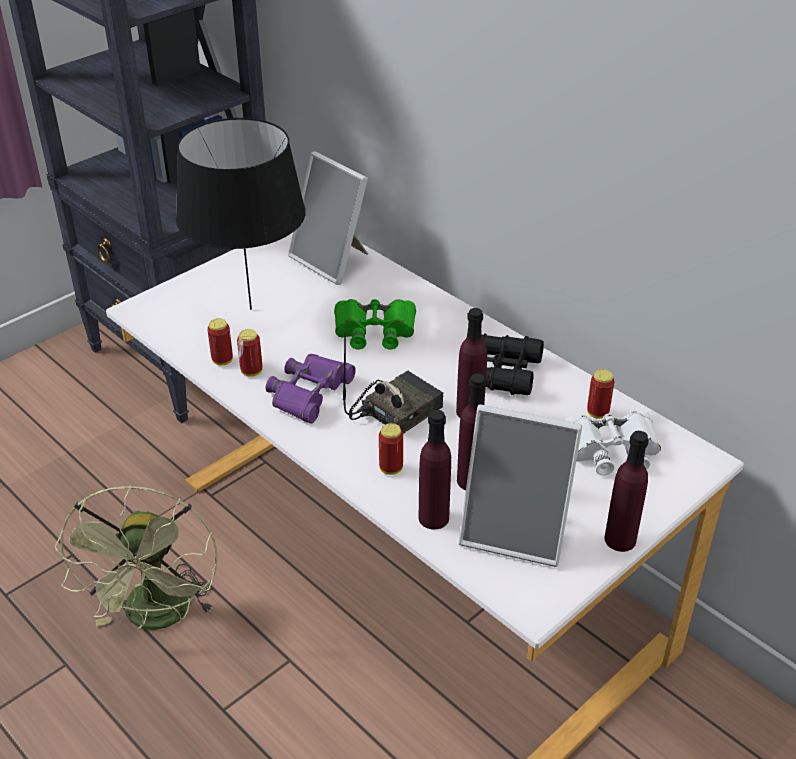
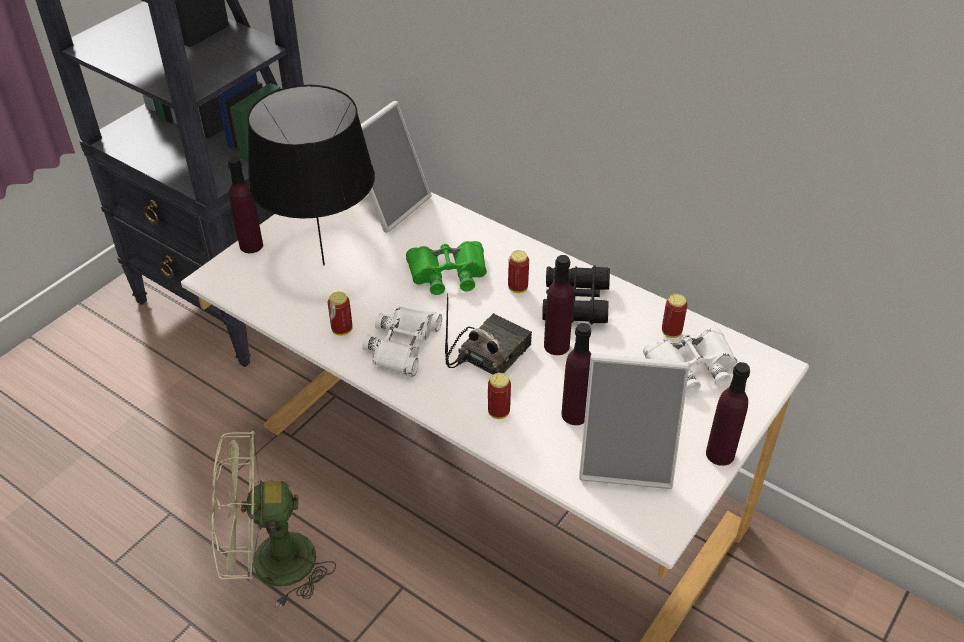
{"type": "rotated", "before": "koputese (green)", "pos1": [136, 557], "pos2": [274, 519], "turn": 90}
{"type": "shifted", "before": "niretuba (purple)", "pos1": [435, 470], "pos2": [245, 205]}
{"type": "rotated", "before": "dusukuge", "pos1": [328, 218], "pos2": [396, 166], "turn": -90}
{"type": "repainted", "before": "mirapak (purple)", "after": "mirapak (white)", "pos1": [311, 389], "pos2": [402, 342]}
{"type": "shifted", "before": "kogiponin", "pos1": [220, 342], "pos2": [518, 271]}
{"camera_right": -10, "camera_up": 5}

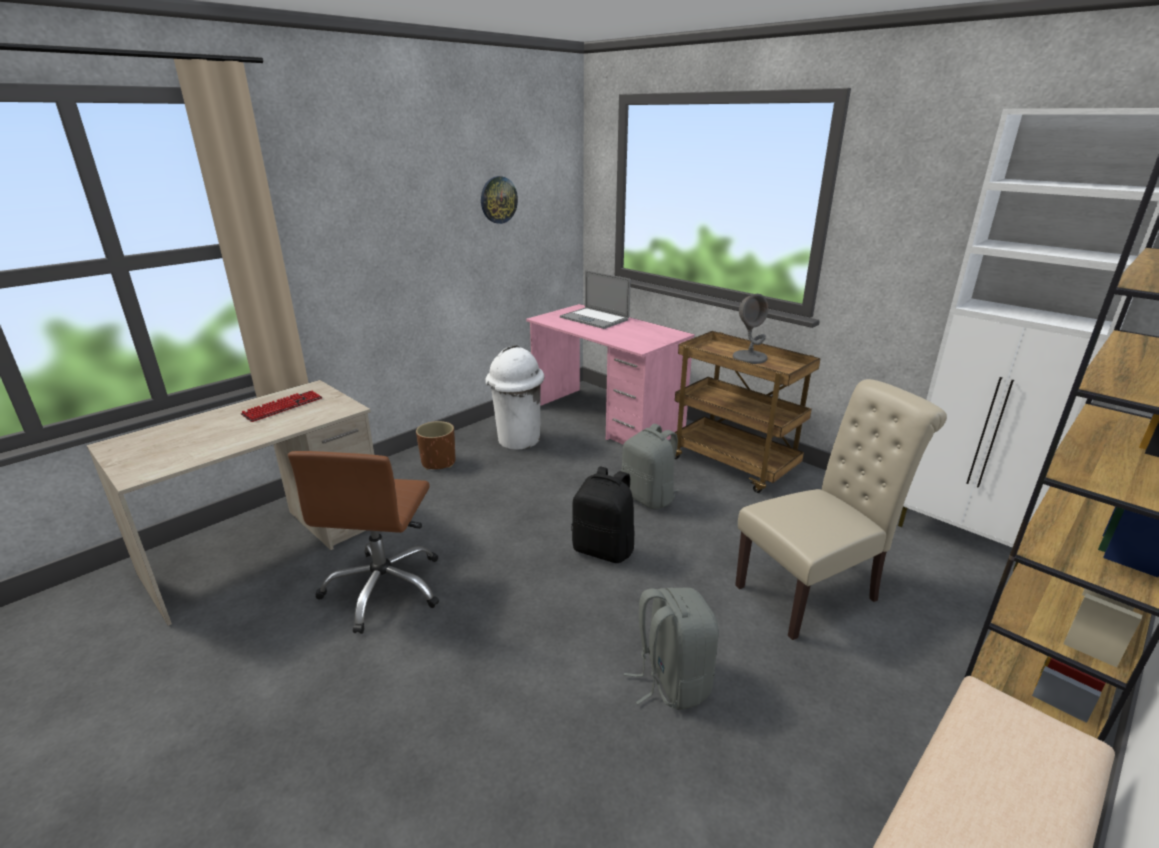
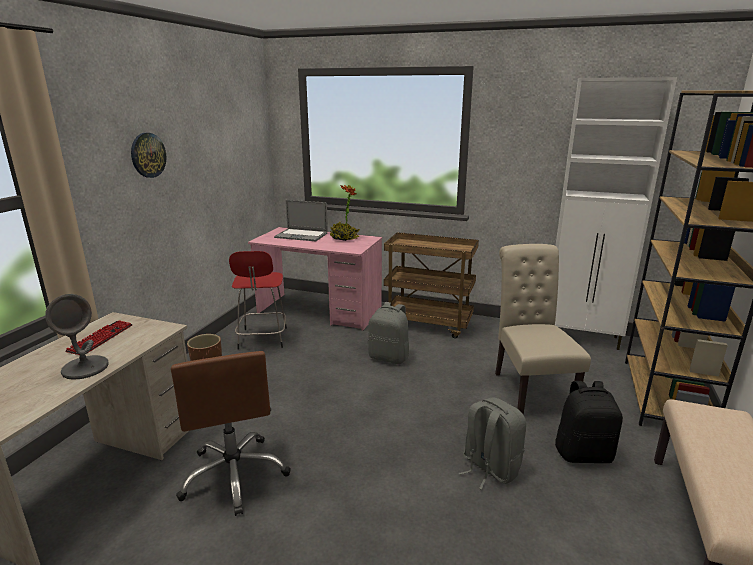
{"type": "shifted", "before": "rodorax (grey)", "pos1": [750, 329], "pos2": [77, 337]}
{"type": "shifted", "before": "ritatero", "pos1": [499, 200], "pos2": [149, 155]}
{"type": "swapped", "before": "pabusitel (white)", "after": "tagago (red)", "pos1": [514, 397], "pos2": [258, 300]}
{"type": "new", "after": "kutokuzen", "pos2": [345, 213]}
{"type": "rotated", "before": "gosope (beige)", "pos1": [841, 509], "pos2": [543, 329], "turn": -45}
{"type": "shifted", "before": "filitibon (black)", "pos1": [602, 515], "pos2": [589, 422]}
{"camera_right": -25, "camera_up": -5}

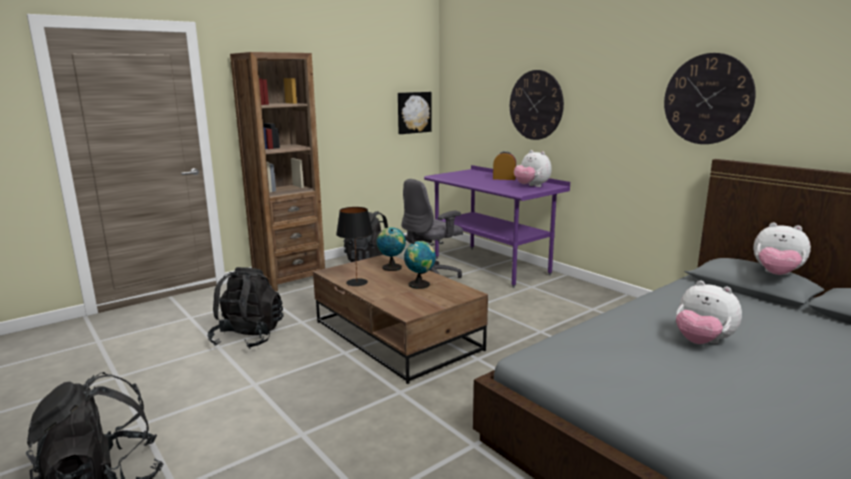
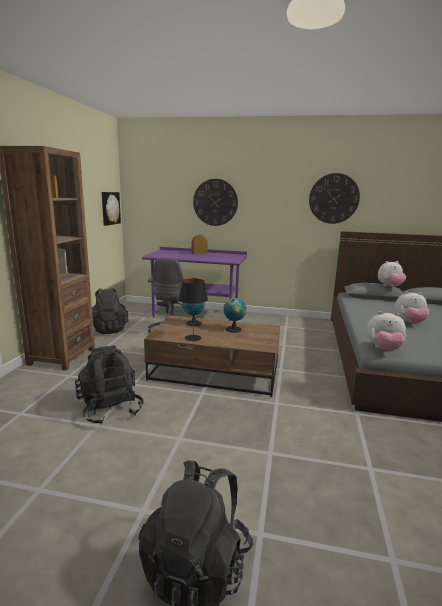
{"type": "shifted", "before": "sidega", "pos1": [533, 168], "pos2": [386, 331]}
{"camera_right": -40, "camera_up": 0}

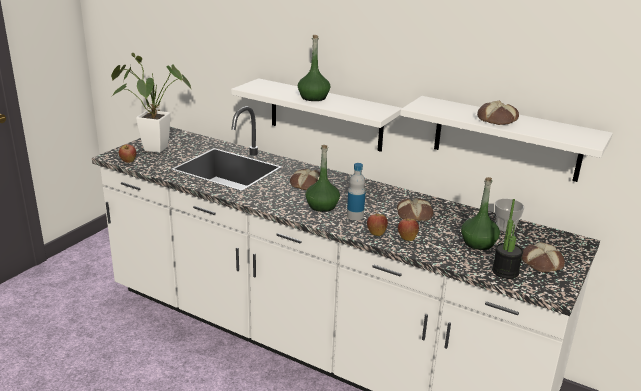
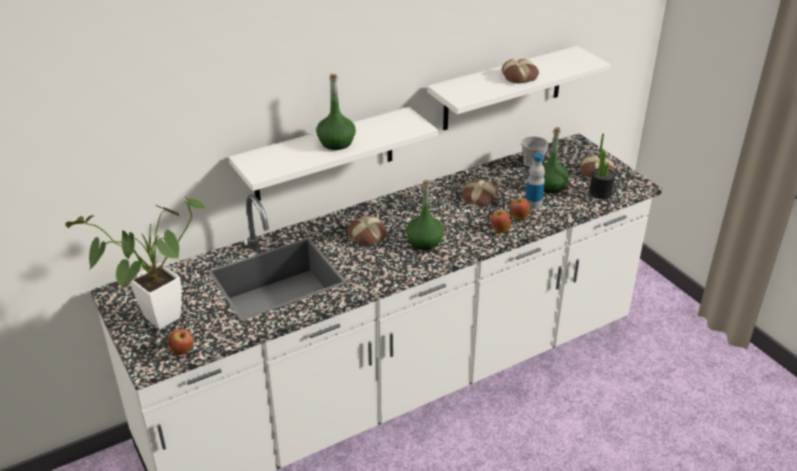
{"type": "shifted", "before": "niretuba", "pos1": [356, 191], "pos2": [535, 181]}
{"camera_right": -60, "camera_up": 10}

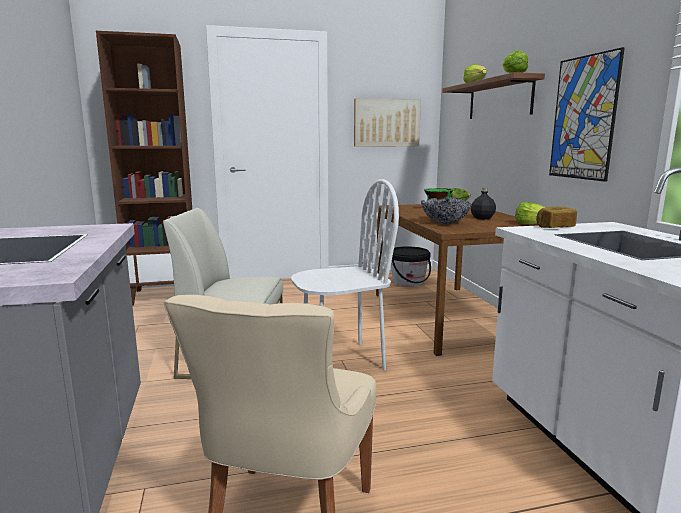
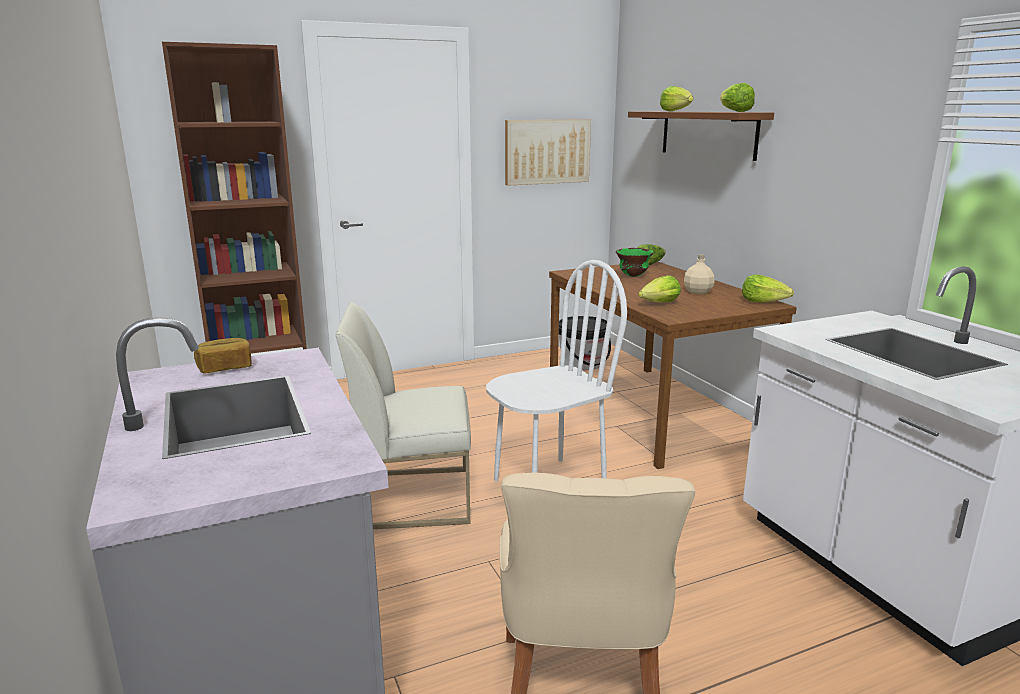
{"type": "shifted", "before": "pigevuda", "pos1": [556, 217], "pos2": [223, 356]}
{"type": "swapped", "before": "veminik", "after": "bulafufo", "pos1": [446, 210], "pos2": [659, 289]}
{"type": "repainted", "before": "niretuba (black)", "after": "niretuba (beige)", "pos1": [483, 203], "pos2": [699, 274]}
{"type": "gone", "before": "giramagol", "pos1": [587, 114]}
{"camera_right": -10, "camera_up": 5}

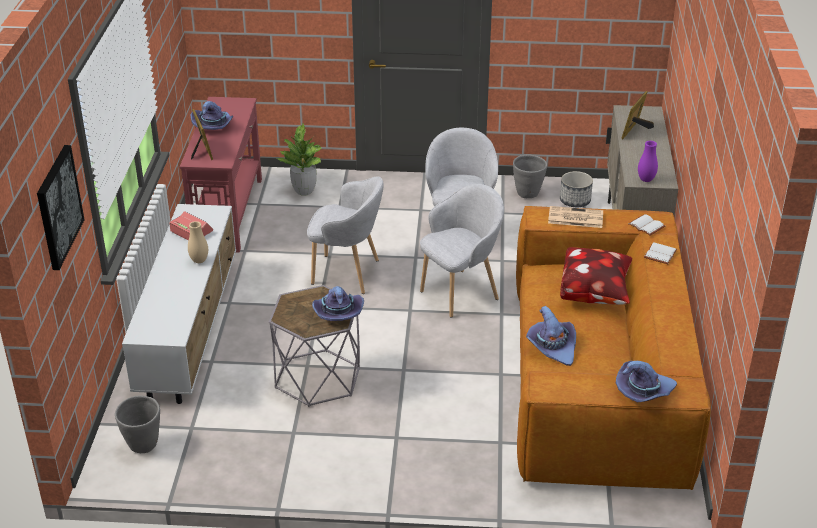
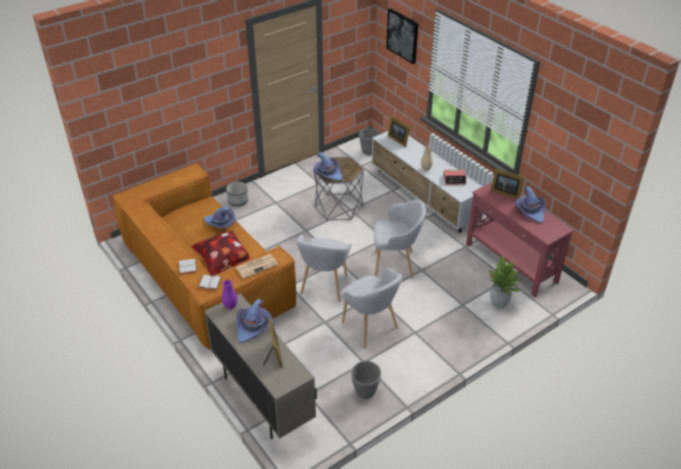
{"type": "shifted", "before": "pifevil", "pos1": [576, 189], "pos2": [237, 194]}
{"type": "shifted", "before": "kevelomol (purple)", "pos1": [646, 381], "pos2": [254, 321]}
{"type": "rotated", "before": "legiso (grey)", "pos1": [345, 235], "pos2": [400, 239], "turn": -150}
{"type": "new", "after": "dusukuge", "pos2": [399, 131]}
{"camera_right": 140, "camera_up": 5}

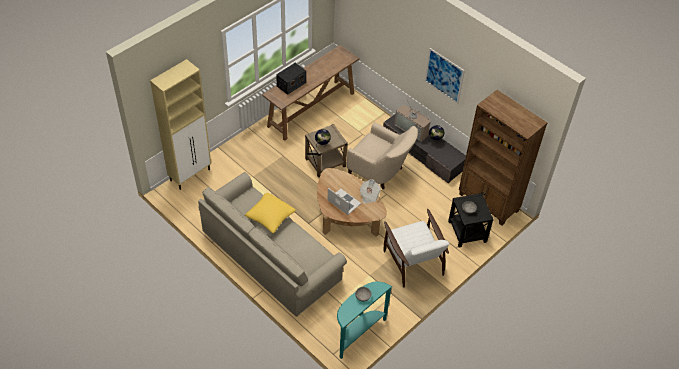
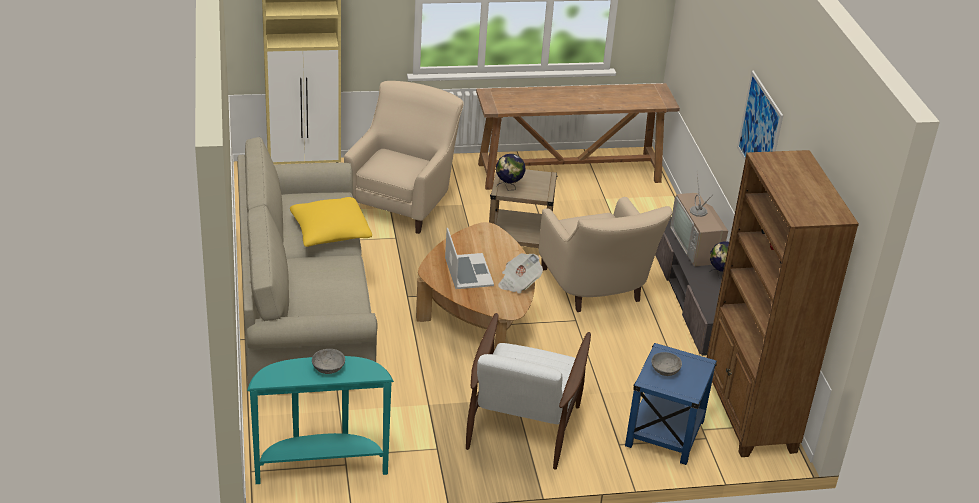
{"type": "new", "after": "legiso (beige)", "pos2": [404, 157]}
{"type": "repainted", "before": "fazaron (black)", "after": "fazaron (blue)", "pos1": [471, 220], "pos2": [671, 404]}
{"type": "gone", "before": "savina", "pos1": [291, 79]}
{"camera_right": 35, "camera_up": -15}

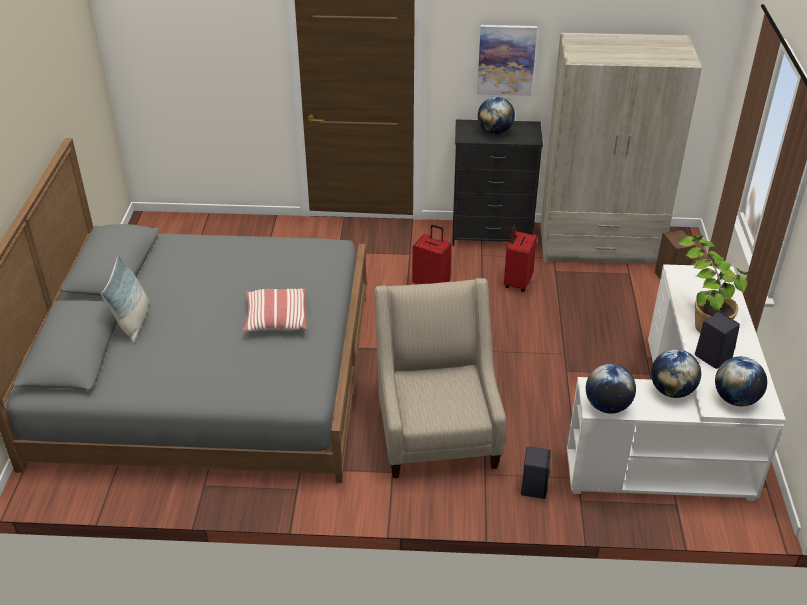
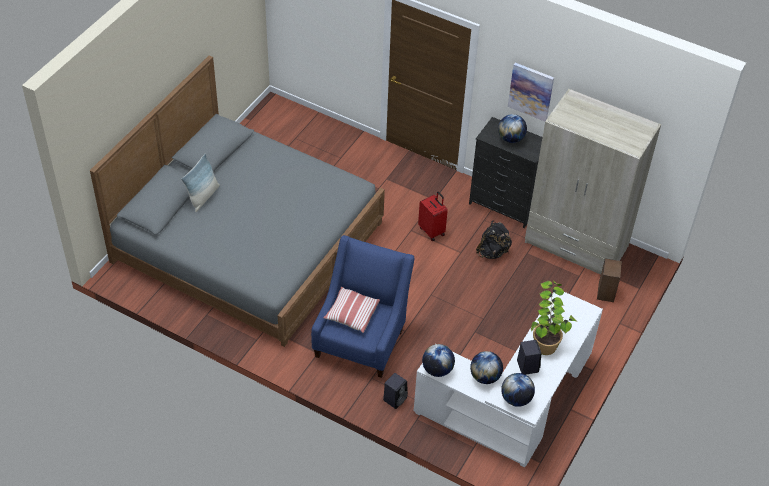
{"type": "repainted", "before": "legiso (beige)", "after": "legiso (blue)", "pos1": [440, 378], "pos2": [362, 306]}
{"type": "shifted", "before": "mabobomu", "pos1": [274, 310], "pos2": [351, 310]}
{"type": "swapped", "before": "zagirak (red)", "after": "filitibon (black)", "pos1": [520, 258], "pos2": [494, 239]}
{"camera_right": 25, "camera_up": 10}

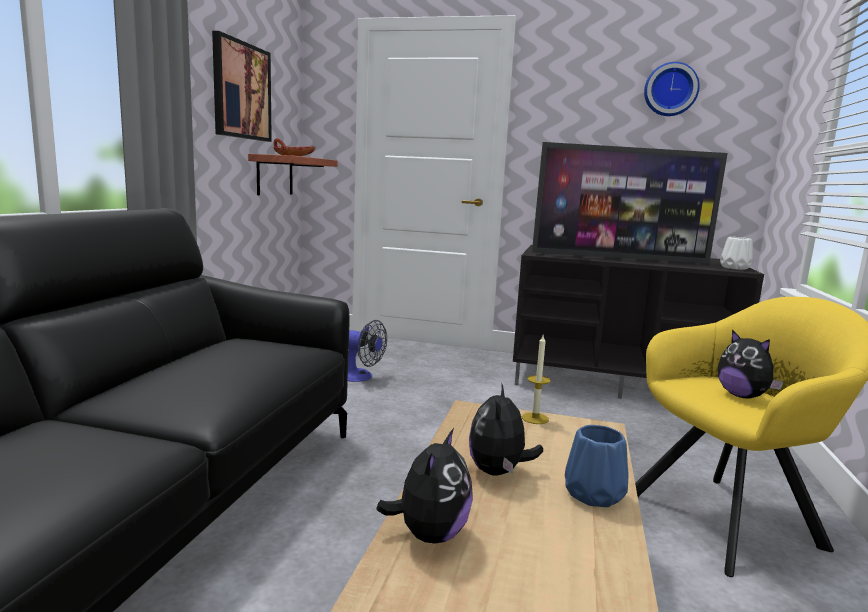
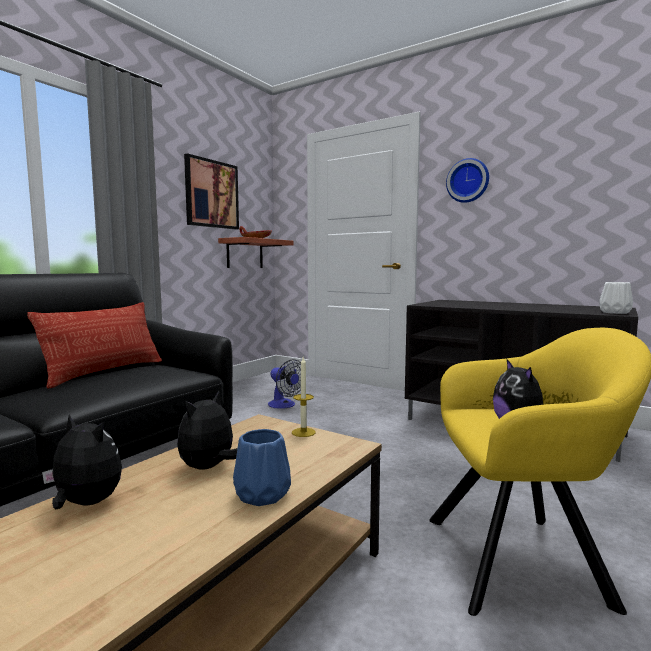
{"type": "new", "after": "mabobomu", "pos2": [94, 345]}
{"type": "rotated", "before": "sidega", "pos1": [424, 486], "pos2": [82, 461], "turn": -105}
{"type": "shifted", "before": "ritatero", "pos1": [672, 89], "pos2": [467, 180]}
{"type": "gone", "before": "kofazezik", "pos1": [630, 203]}
{"camera_right": 20, "camera_up": -5}

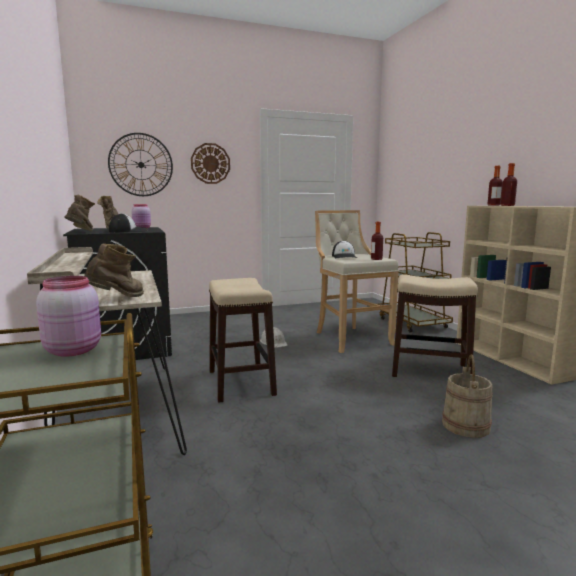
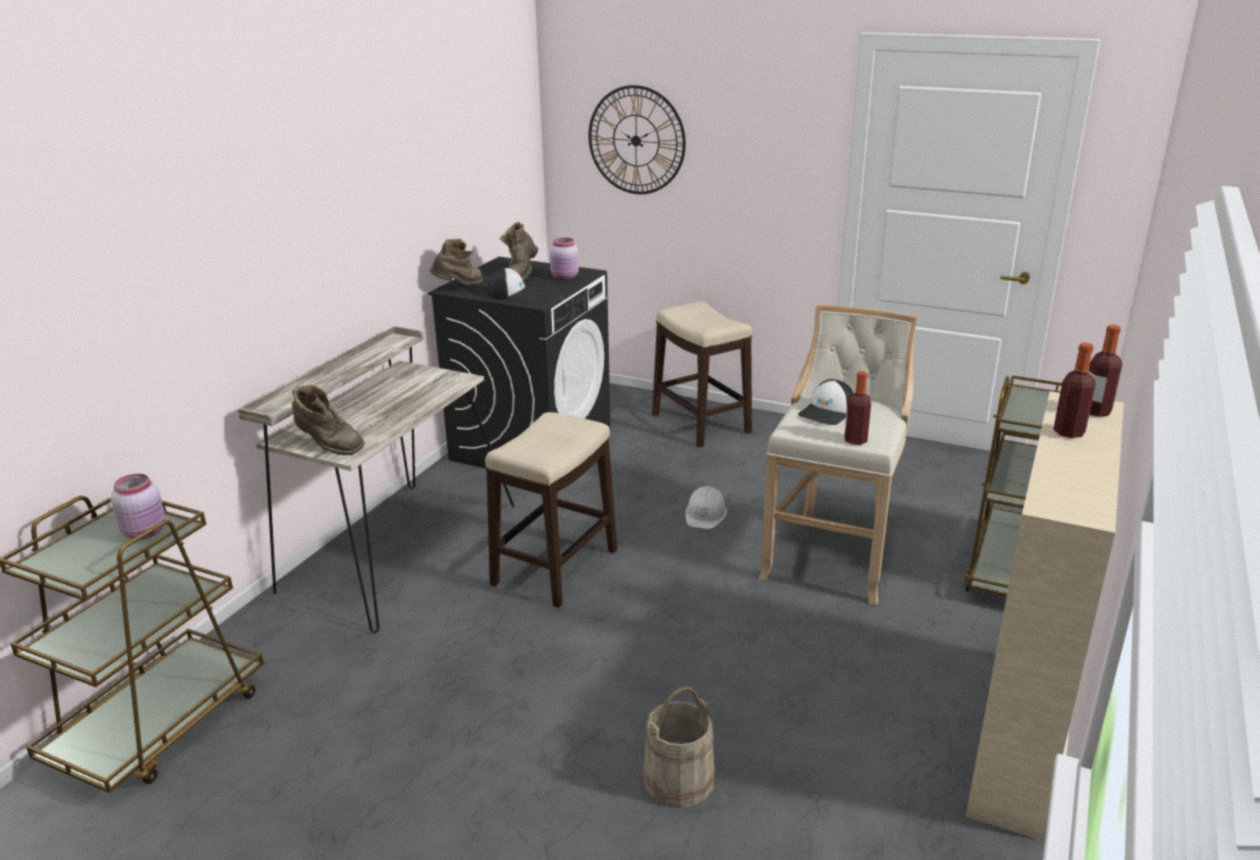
{"type": "rotated", "before": "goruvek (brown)", "pos1": [114, 270], "pos2": [328, 420], "turn": 45}
{"type": "shifted", "before": "tagago", "pos1": [435, 325], "pos2": [702, 374]}
{"type": "gone", "before": "ritatero", "pos1": [210, 163]}
{"camera_right": 45, "camera_up": 15}

